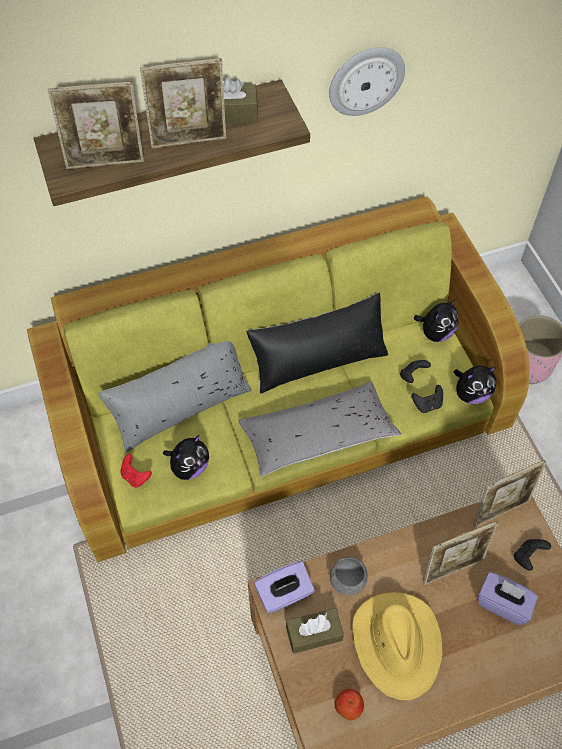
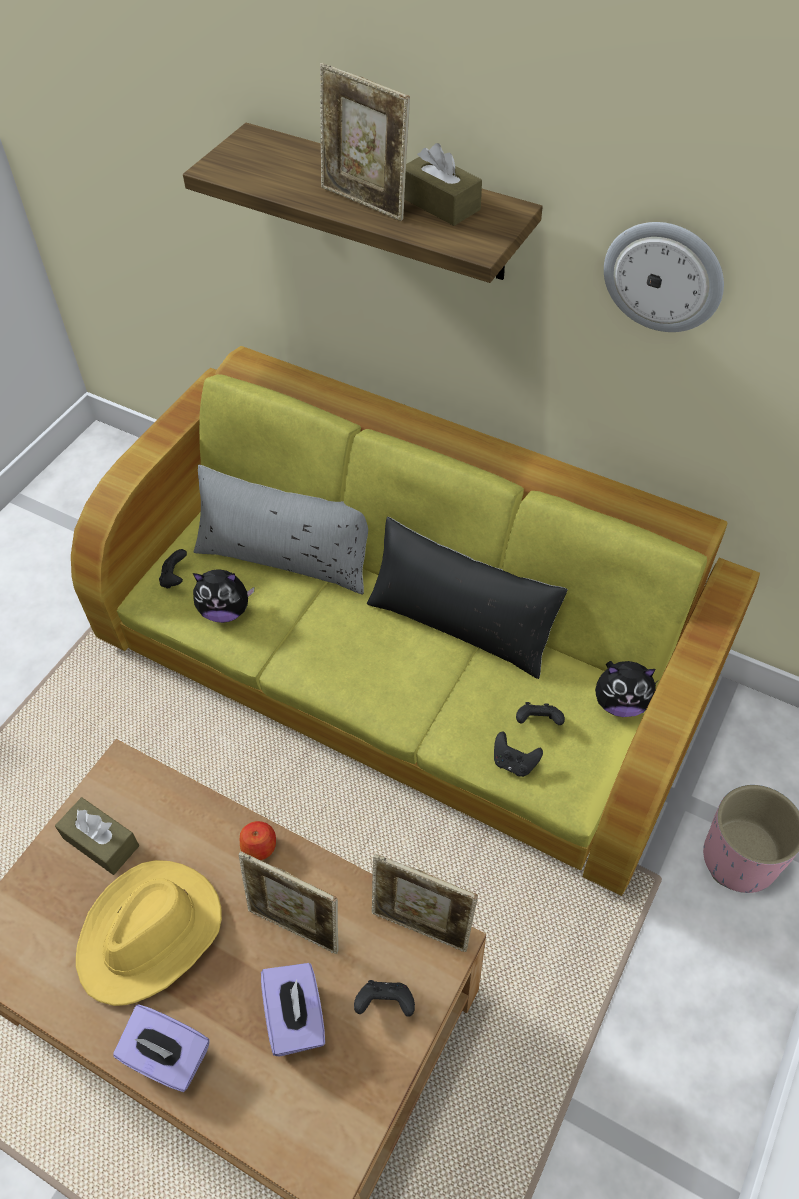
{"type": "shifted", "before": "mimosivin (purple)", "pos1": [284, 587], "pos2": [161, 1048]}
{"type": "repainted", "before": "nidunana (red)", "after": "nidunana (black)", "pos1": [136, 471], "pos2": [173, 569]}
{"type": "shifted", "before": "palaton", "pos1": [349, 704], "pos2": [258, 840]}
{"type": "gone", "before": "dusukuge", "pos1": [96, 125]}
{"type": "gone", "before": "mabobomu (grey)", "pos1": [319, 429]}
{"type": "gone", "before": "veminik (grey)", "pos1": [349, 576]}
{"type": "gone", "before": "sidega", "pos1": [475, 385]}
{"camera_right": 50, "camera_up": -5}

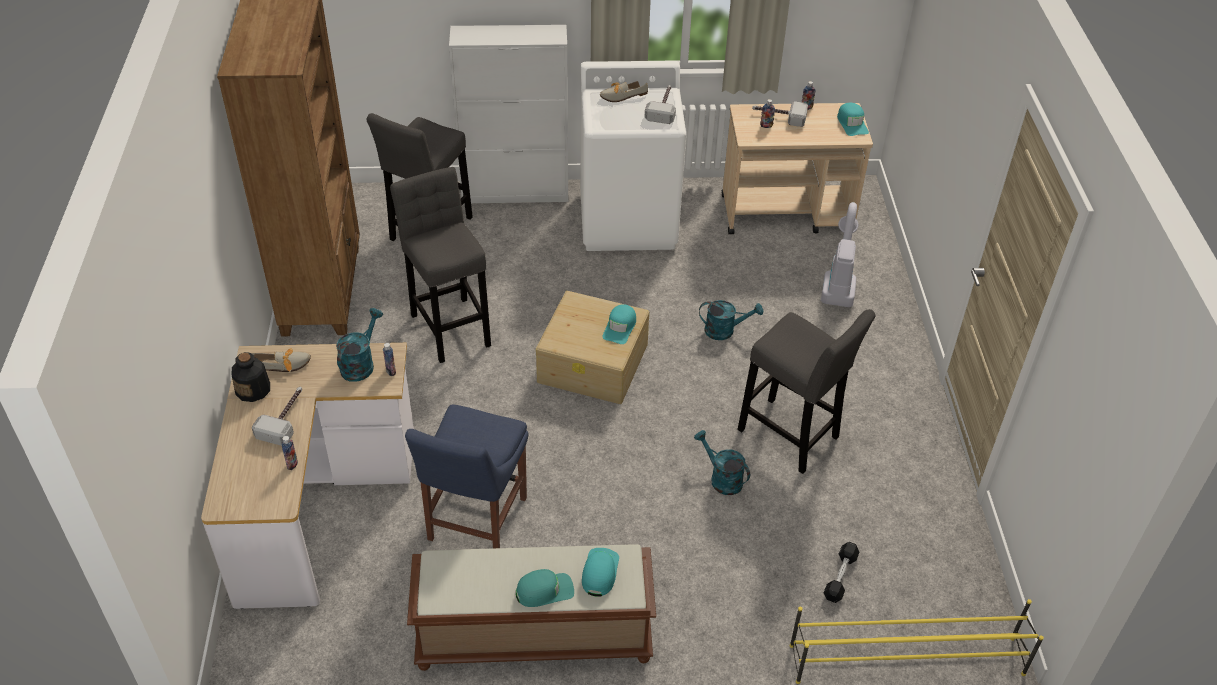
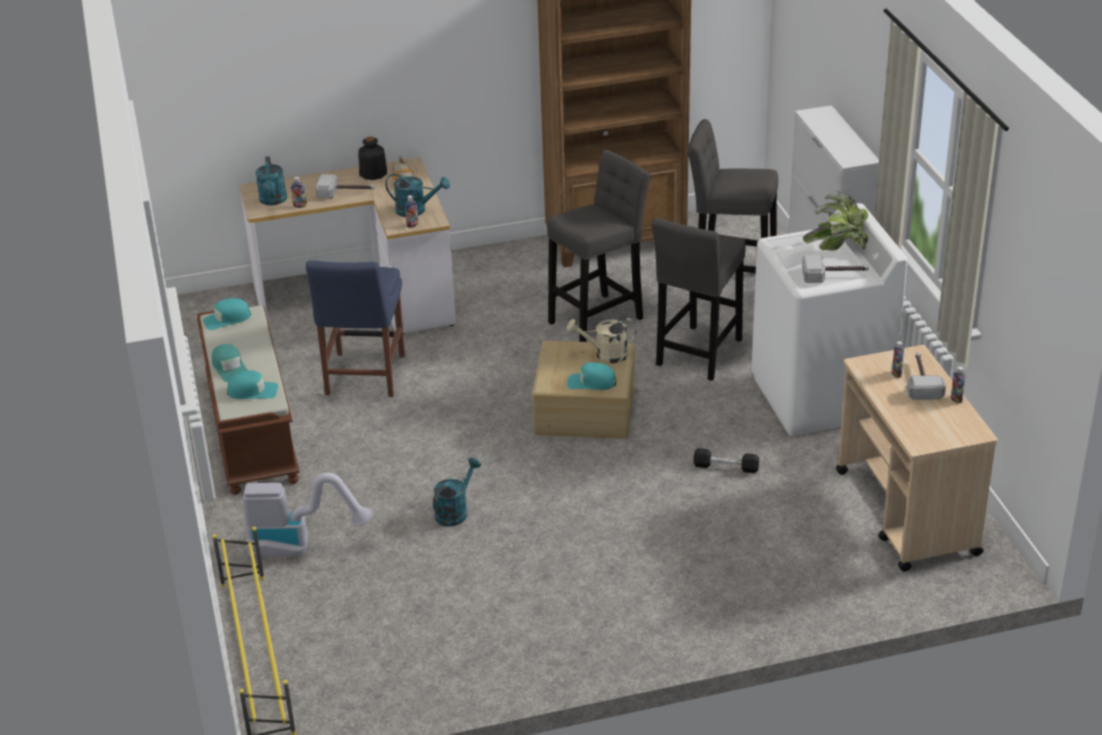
{"type": "shifted", "before": "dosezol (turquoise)", "pos1": [853, 119], "pos2": [227, 314]}
{"type": "shifted", "before": "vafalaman", "pos1": [839, 254], "pos2": [308, 516]}
{"type": "shifted", "before": "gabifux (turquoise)", "pos1": [731, 320], "pos2": [271, 181]}
{"type": "rotated", "before": "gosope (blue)", "pos1": [466, 476], "pos2": [355, 328], "turn": -90}
{"type": "new", "after": "gabifux (beige)", "pos2": [601, 340]}
{"type": "shifted", "before": "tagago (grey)", "pos1": [806, 391], "pos2": [699, 299]}
{"type": "shifted", "before": "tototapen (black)", "pos1": [841, 572], "pos2": [726, 460]}
{"type": "swapped", "before": "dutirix", "after": "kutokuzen", "pos1": [624, 91], "pos2": [835, 221]}
{"camera_right": 80, "camera_up": -10}

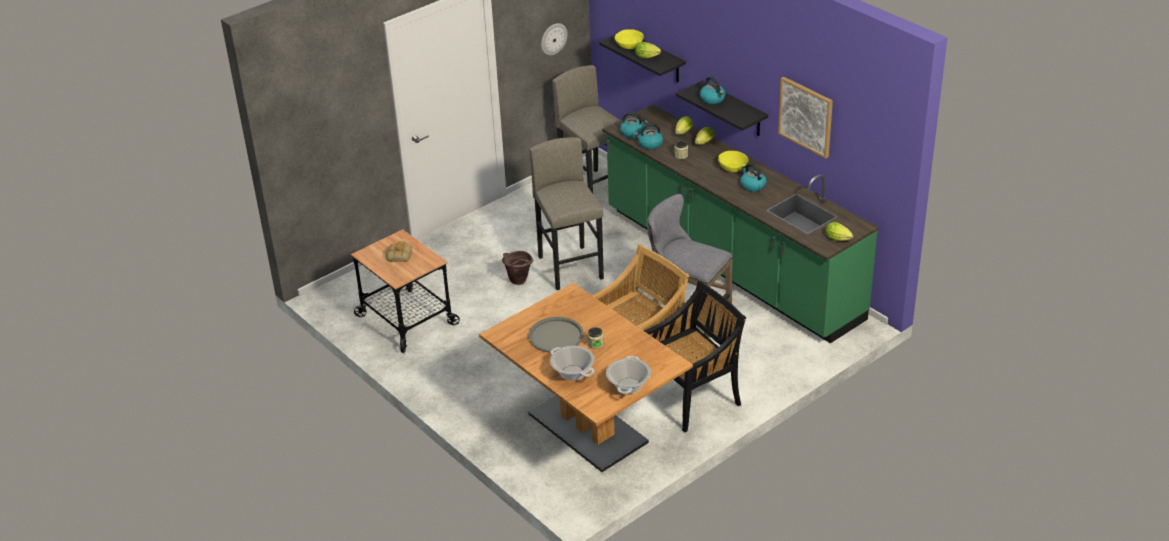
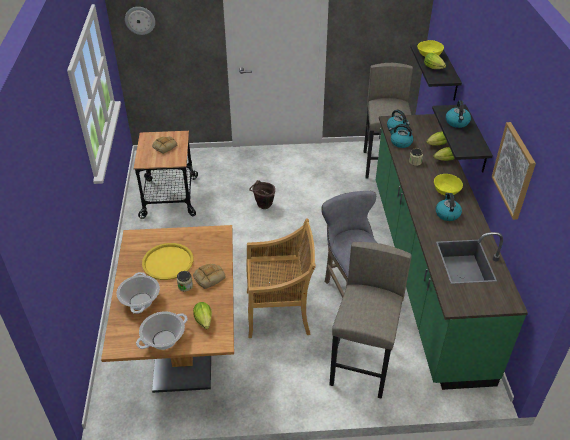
{"type": "shifted", "before": "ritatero", "pos1": [554, 39], "pos2": [140, 21]}
{"type": "repainted", "before": "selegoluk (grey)", "after": "selegoluk (yellow)", "pos1": [556, 335], "pos2": [167, 261]}
{"type": "new", "after": "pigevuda", "pos2": [209, 276]}
{"type": "shifted", "before": "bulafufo", "pos1": [839, 231], "pos2": [202, 315]}
{"type": "shifted", "before": "tagago (grey)", "pos1": [566, 213], "pos2": [370, 320]}
{"type": "gone", "before": "gosope (black)", "pos1": [695, 356]}
{"camera_right": 35, "camera_up": 5}

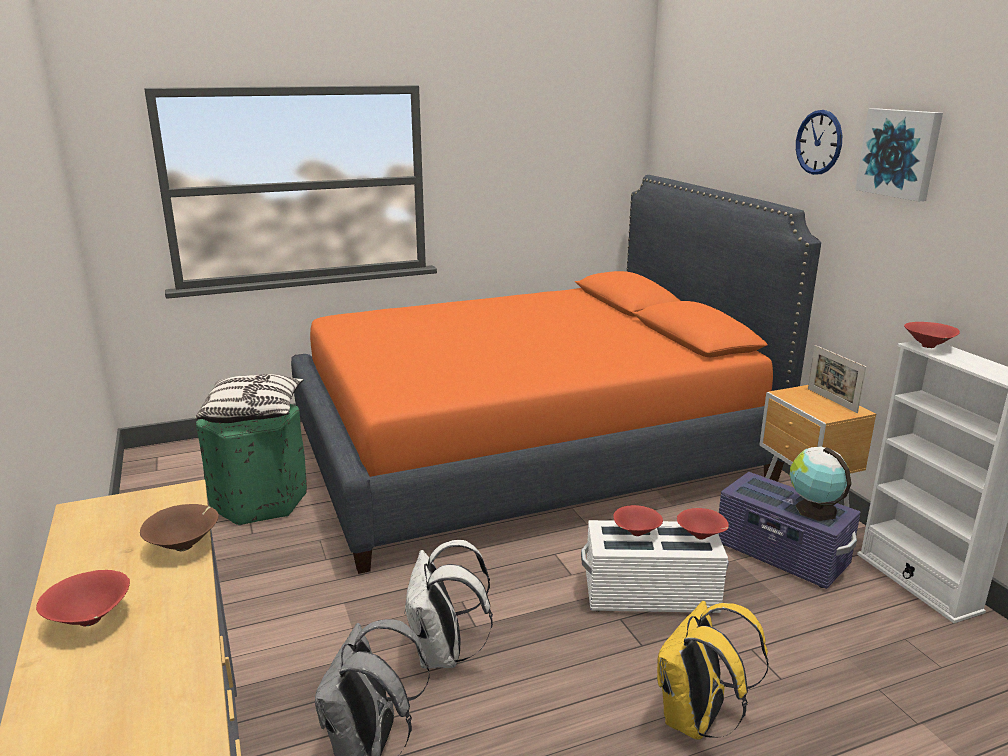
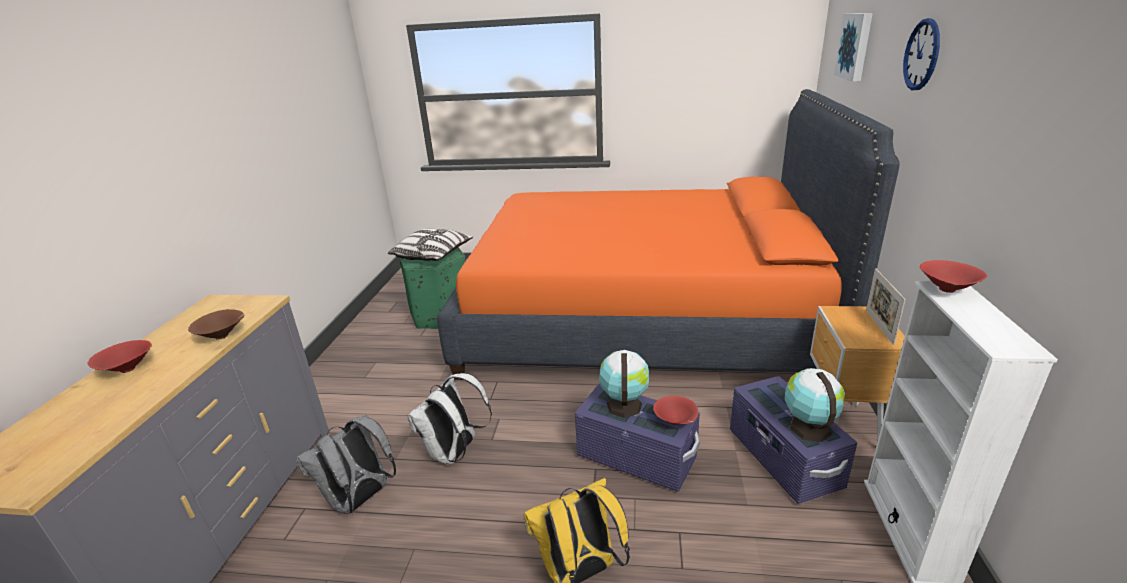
{"type": "repainted", "before": "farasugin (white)", "after": "farasugin (purple)", "pos1": [655, 566], "pos2": [637, 438]}
{"type": "swapped", "before": "veminik (red)", "after": "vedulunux", "pos1": [638, 520], "pos2": [624, 384]}
{"type": "shifted", "before": "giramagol", "pos1": [899, 155], "pos2": [853, 47]}
{"camera_right": 30, "camera_up": 5}

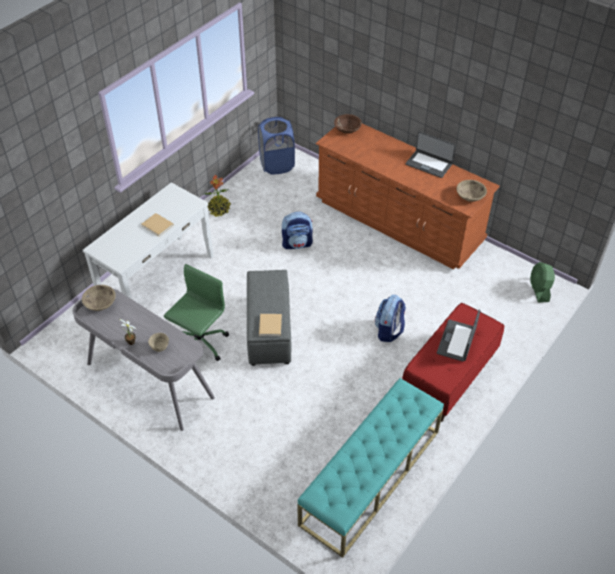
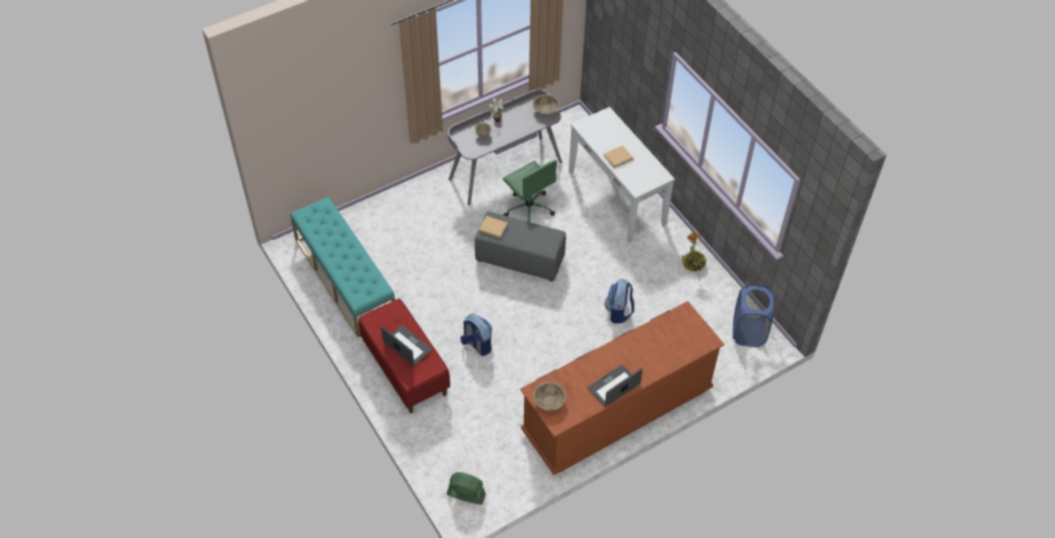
{"type": "gone", "before": "veminik (brown)", "pos1": [348, 124]}
{"camera_right": 110, "camera_up": 5}

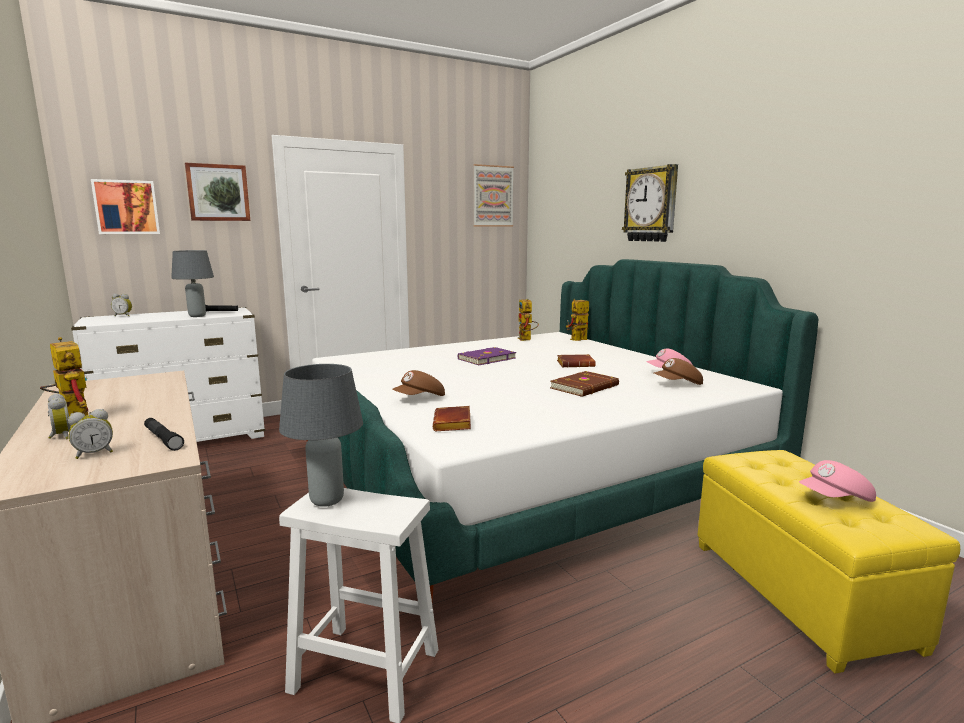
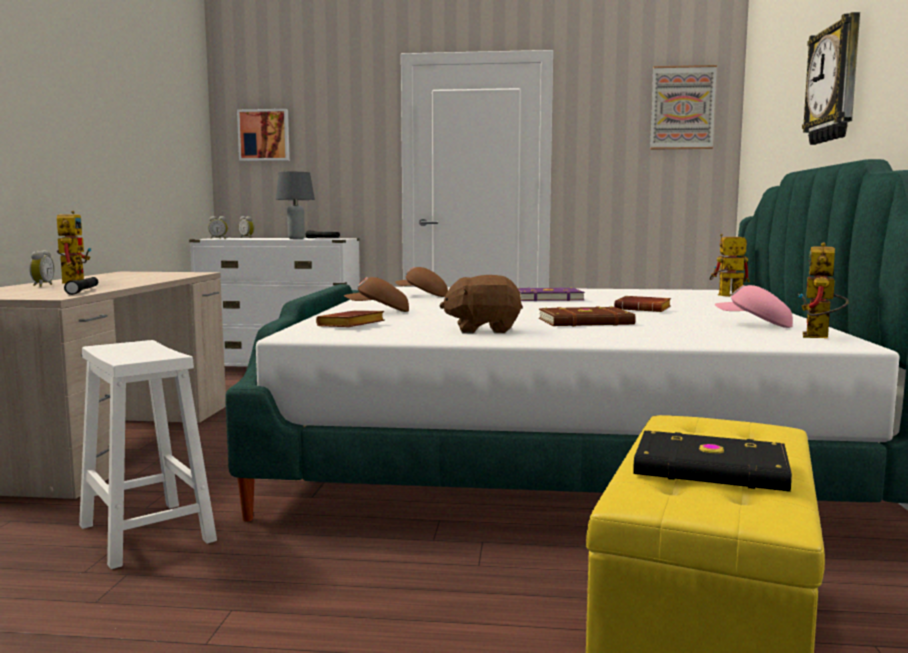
{"type": "shifted", "before": "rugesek", "pos1": [90, 434], "pos2": [218, 227]}
{"type": "shifted", "before": "dosezol (brown)", "pos1": [678, 371], "pos2": [421, 282]}
{"type": "new", "after": "sidega (brown)", "pos2": [481, 304]}
{"type": "swapped", "before": "dosezol (pink)", "after": "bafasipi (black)", "pos1": [837, 481], "pos2": [712, 461]}
{"type": "shifted", "before": "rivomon", "pos1": [528, 320], "pos2": [823, 290]}
{"type": "gone", "before": "giramagol", "pos1": [217, 192]}
{"type": "gone", "before": "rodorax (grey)", "pos1": [321, 435]}
{"camera_right": 35, "camera_up": -5}

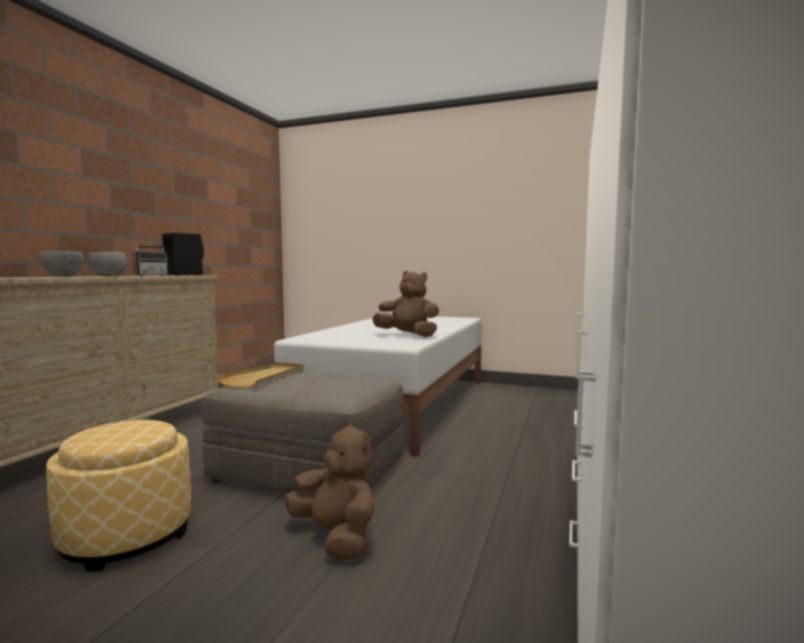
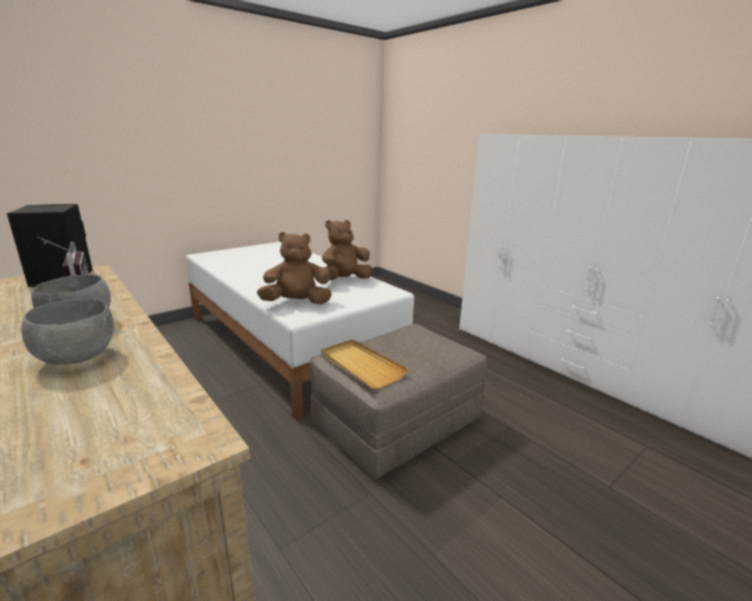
{"type": "shifted", "before": "sidega (brown)", "pos1": [329, 490], "pos2": [294, 268]}
{"type": "gone", "before": "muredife", "pos1": [118, 496]}
{"camera_right": -60, "camera_up": 15}

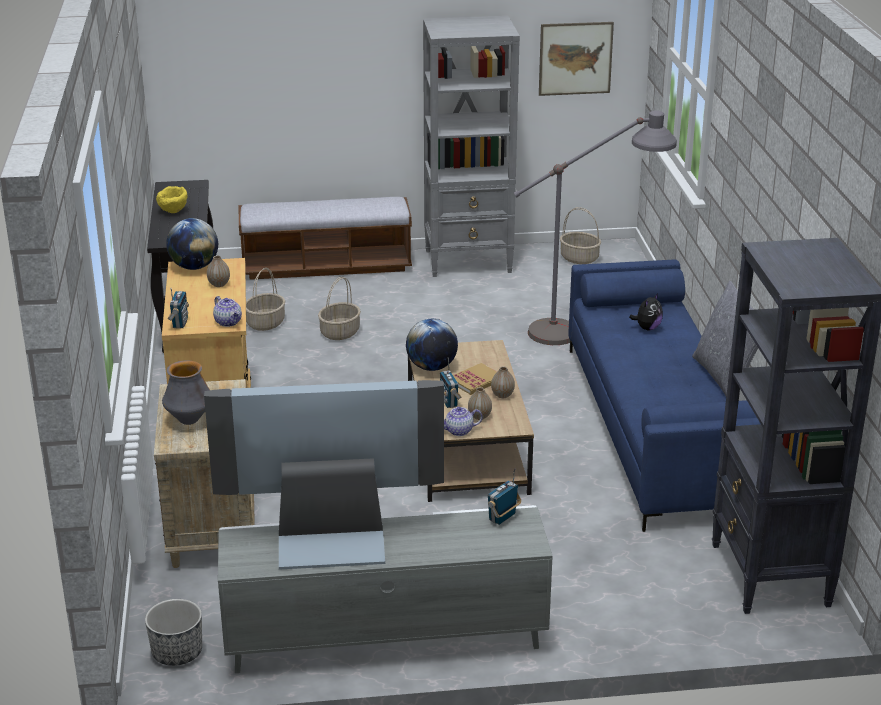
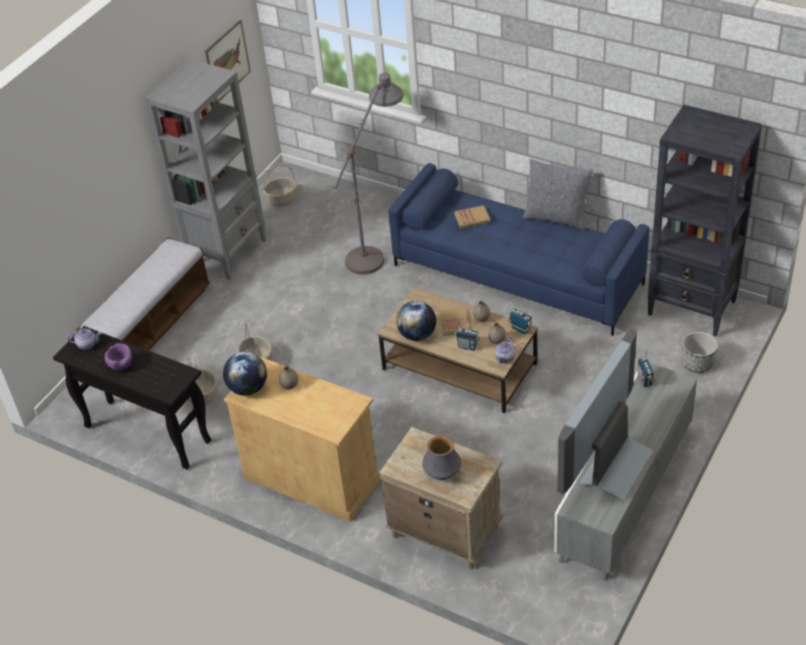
{"type": "shifted", "before": "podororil", "pos1": [227, 311], "pos2": [84, 339]}
{"type": "repainted", "before": "veminik (yellow)", "after": "veminik (purple)", "pos1": [172, 199], "pos2": [118, 357]}
{"type": "swapped", "before": "sidega", "after": "bafasipi", "pos1": [646, 311], "pos2": [472, 217]}
{"type": "shifted", "before": "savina", "pos1": [178, 308], "pos2": [520, 322]}
{"type": "shifted", "before": "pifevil", "pos1": [173, 632], "pos2": [700, 352]}
{"camera_right": -50, "camera_up": 15}

